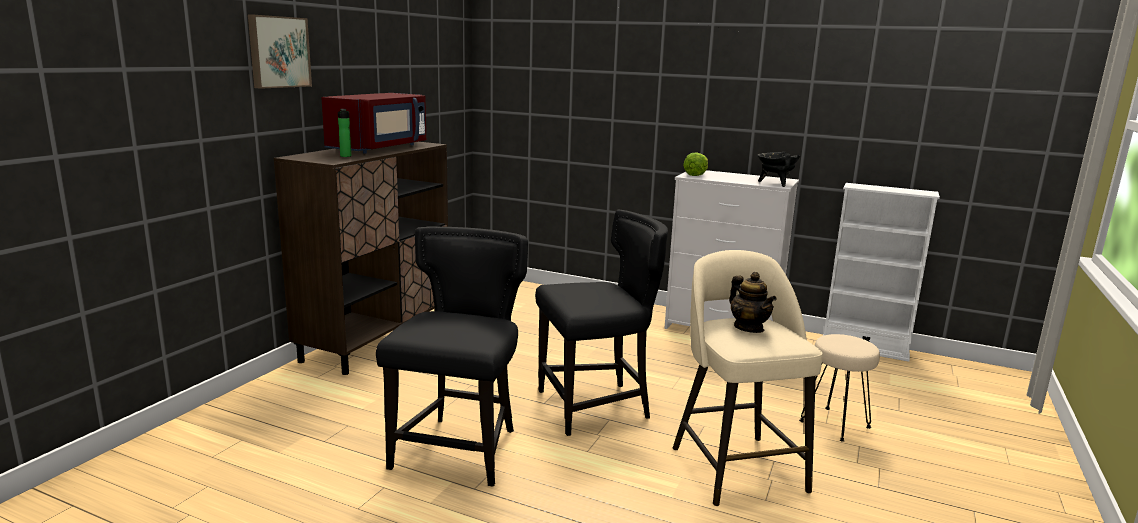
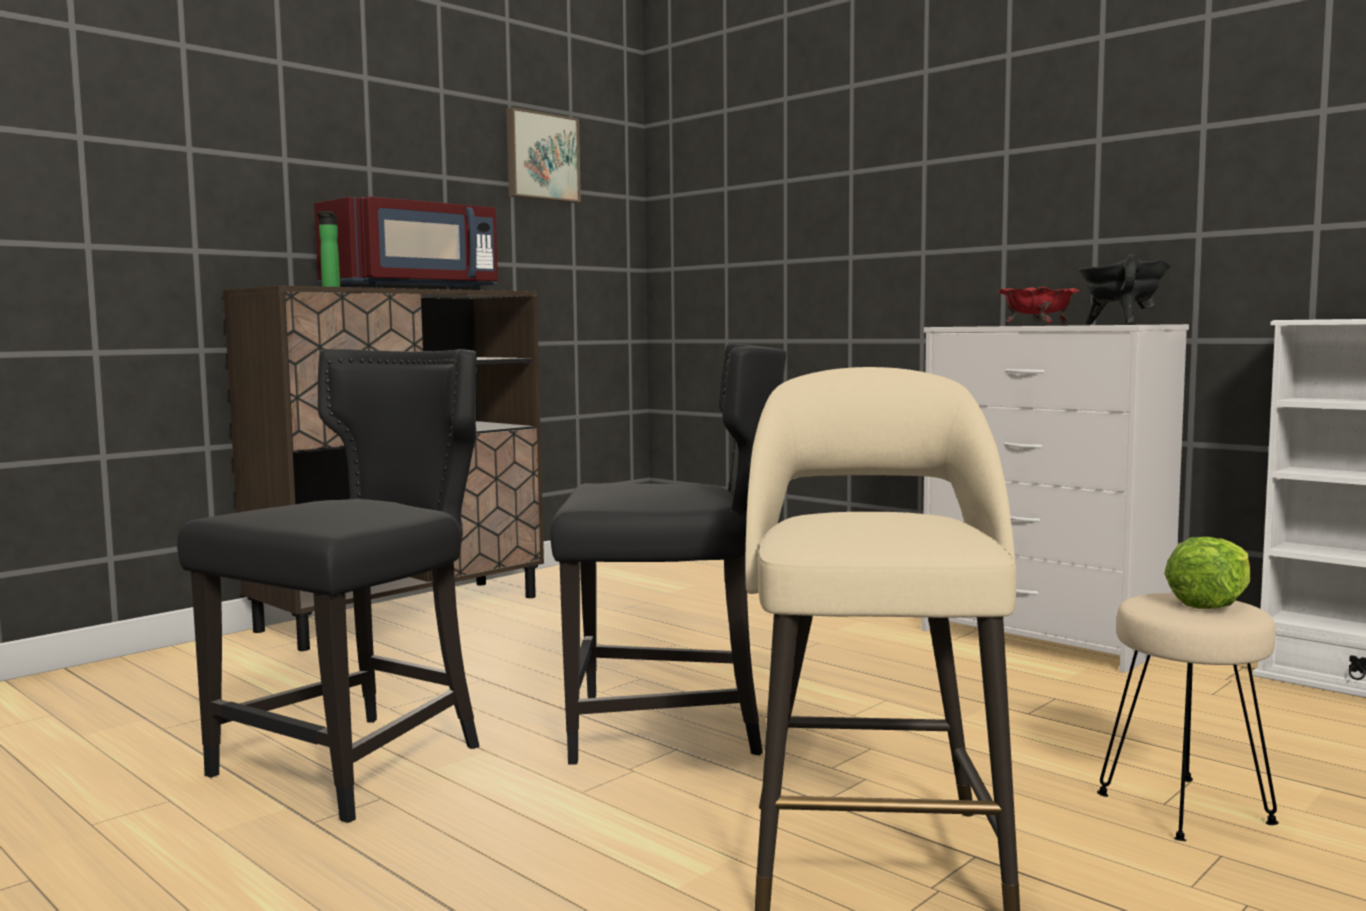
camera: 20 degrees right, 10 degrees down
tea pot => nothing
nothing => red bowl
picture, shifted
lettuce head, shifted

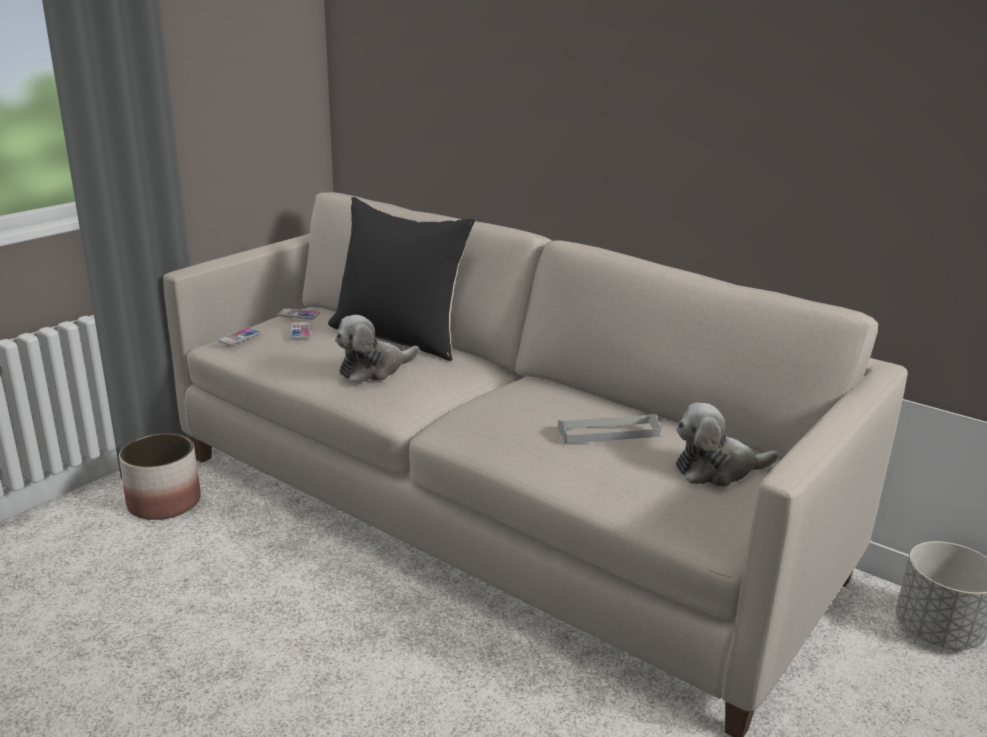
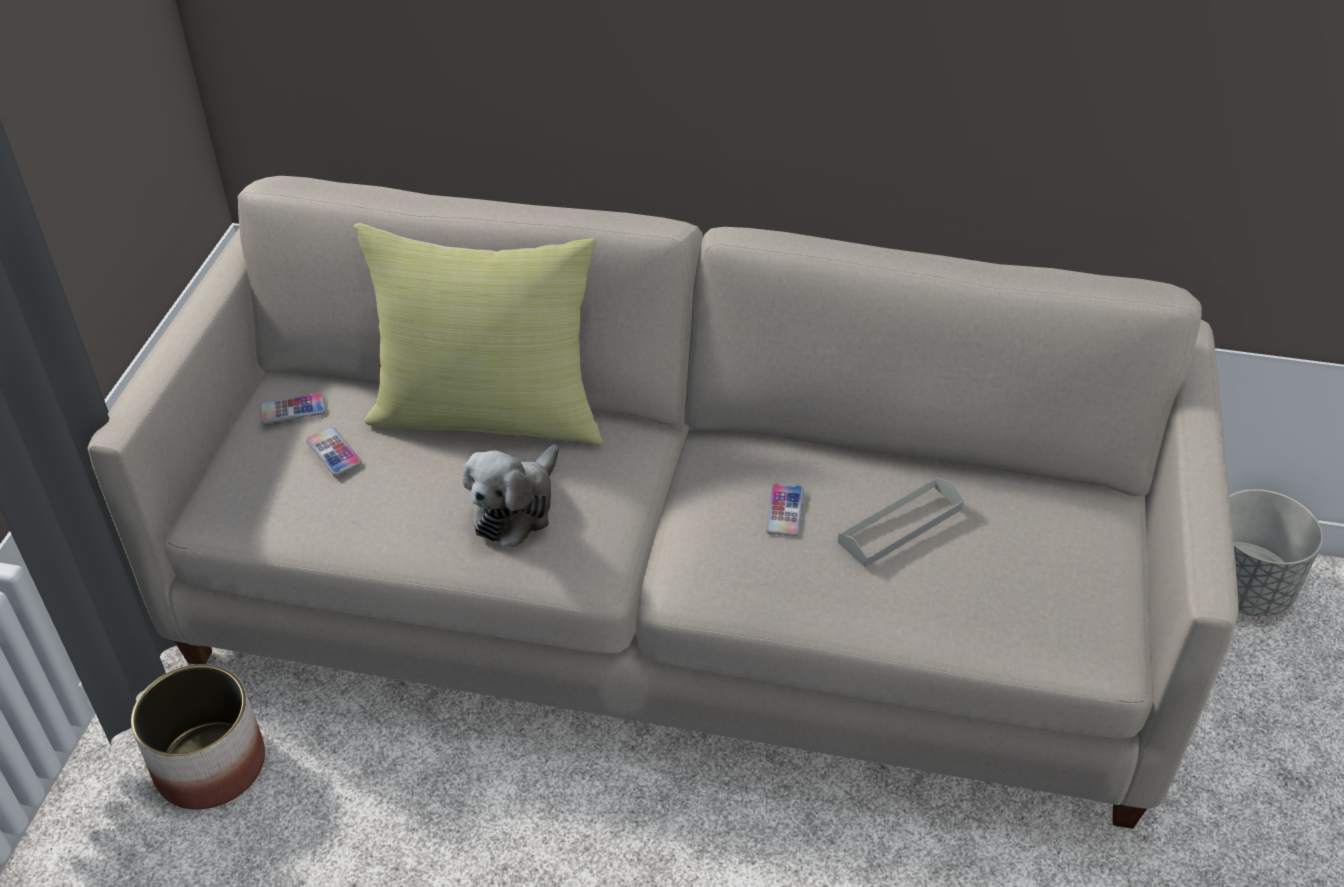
camera: 25 degrees left, 20 degrees up
cuddly toy (no. 2 from left) => nothing
telephone (no. 1 from left in the first image) => telephone (no. 3 from left), shifted
blackish cushion => yellow cushion

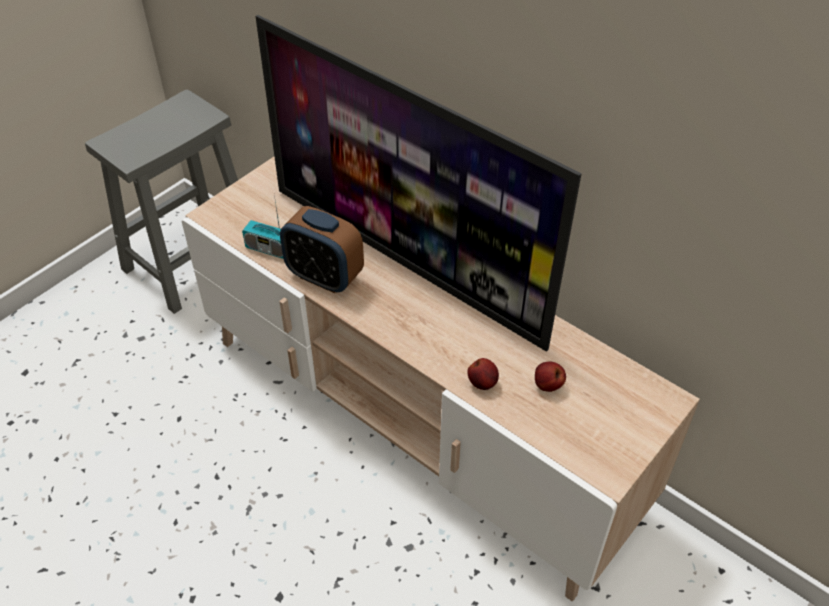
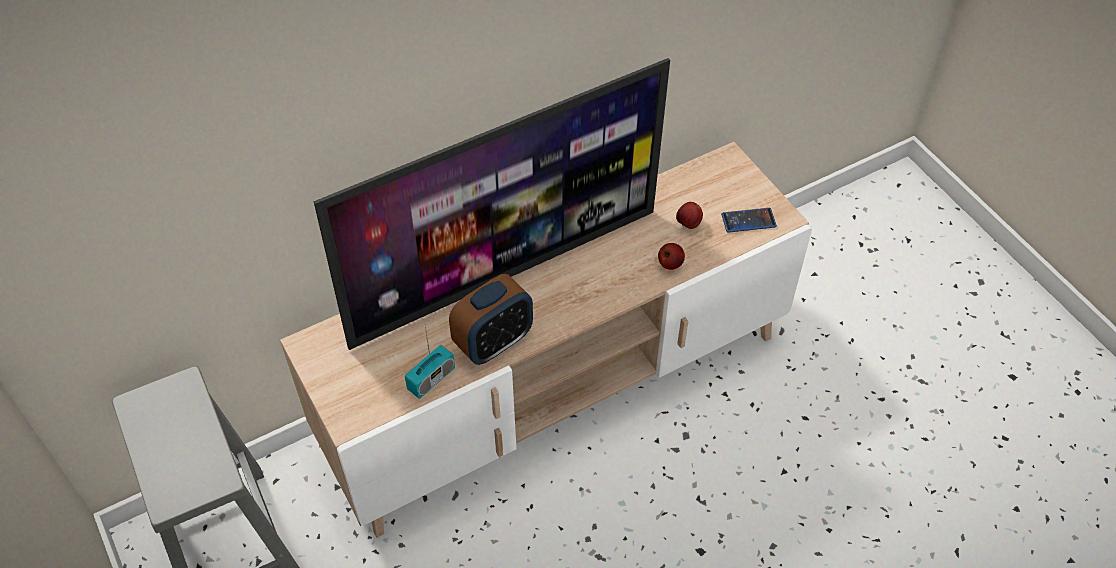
camera: 70 degrees left, 5 degrees up
nothing => telephone

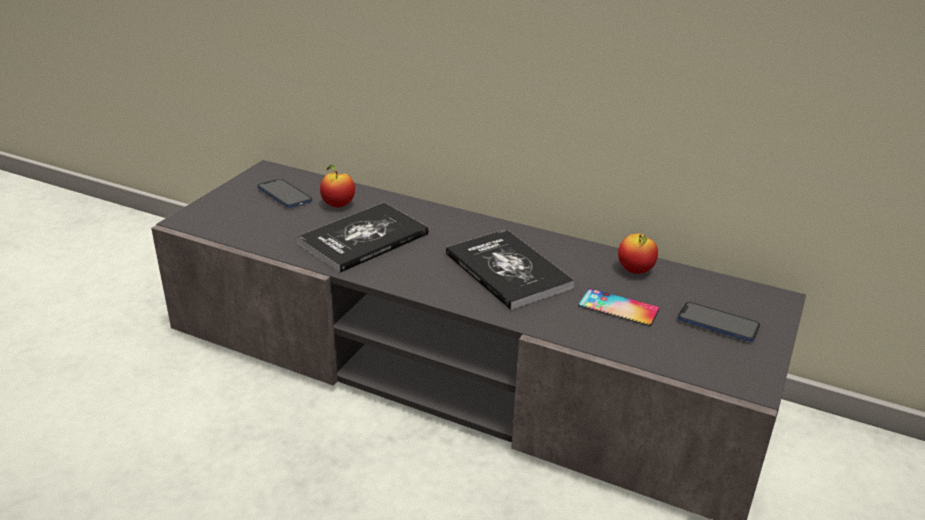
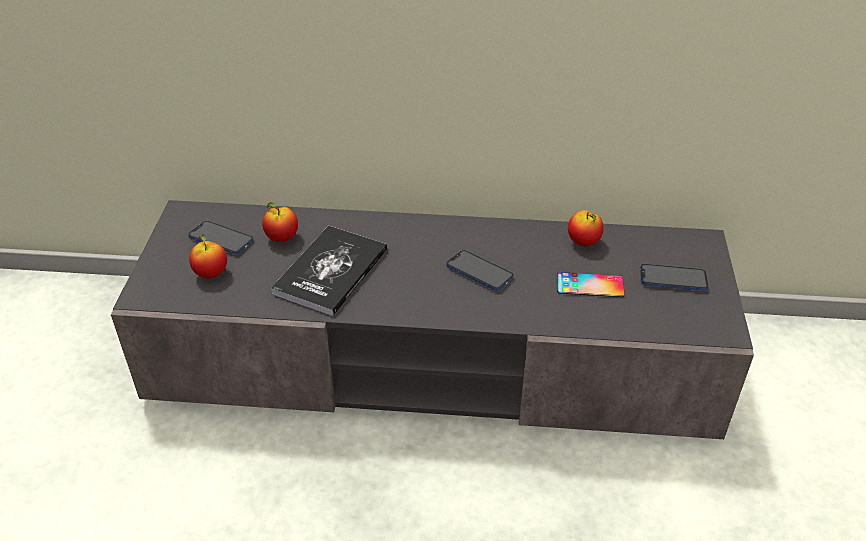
camera: 20 degrees left, 10 degrees up
nothing => apple fruit (no. 1 from left)
bound book (no. 2 from left) => telephone (no. 2 from left)

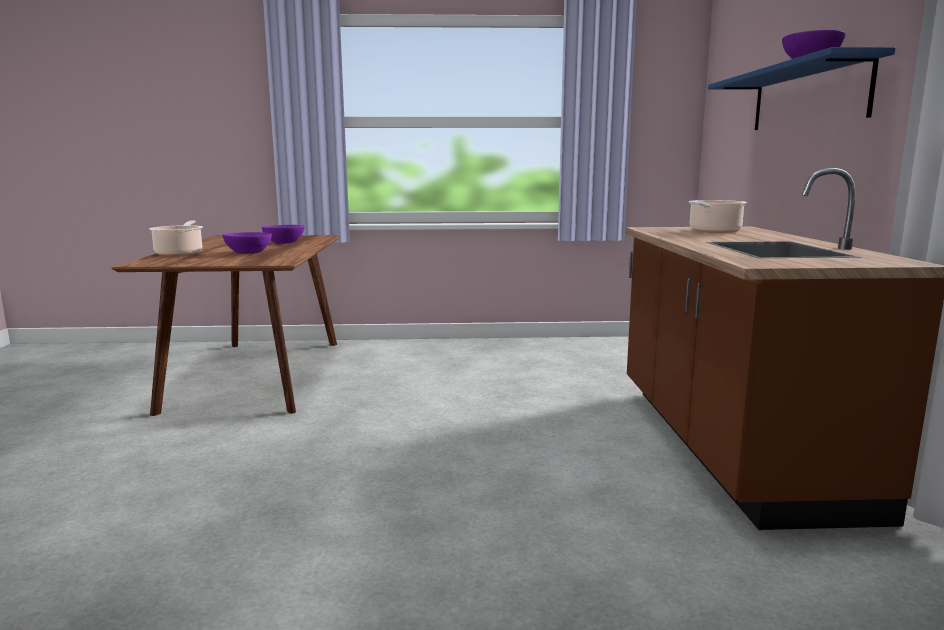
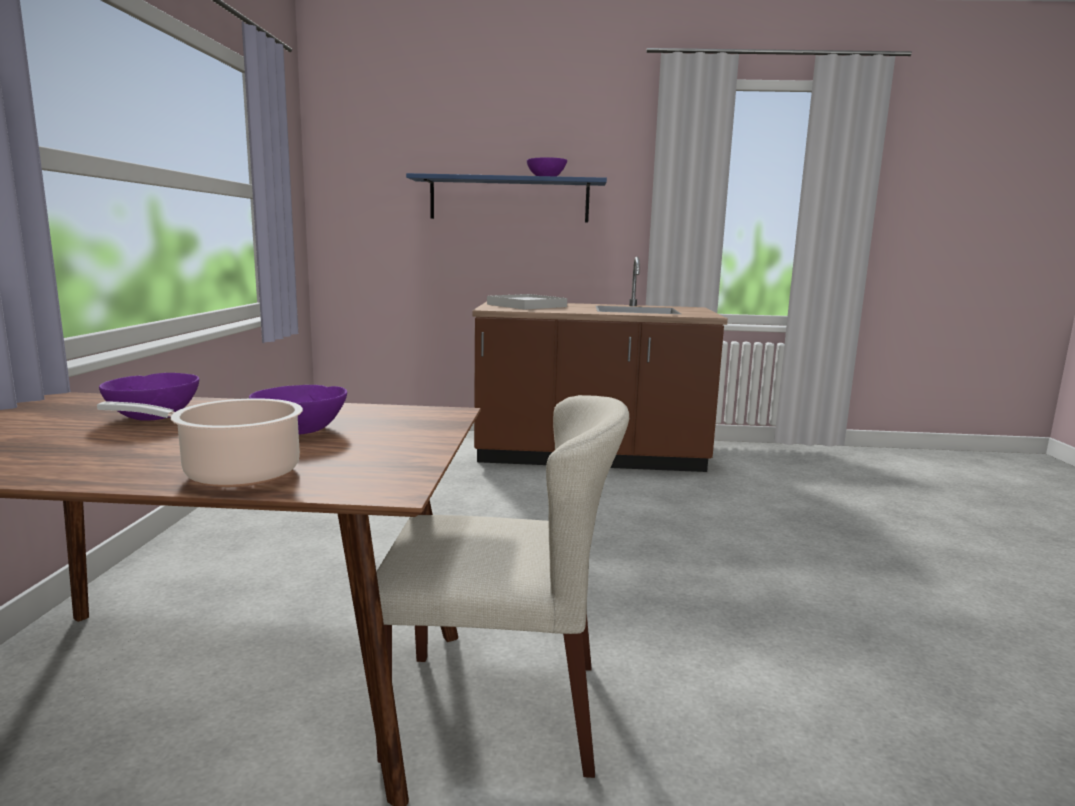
camera: 85 degrees left, 0 degrees up
nothing => sand-coloured chair
cooking pot (no. 2 from left) => white-coloured tray

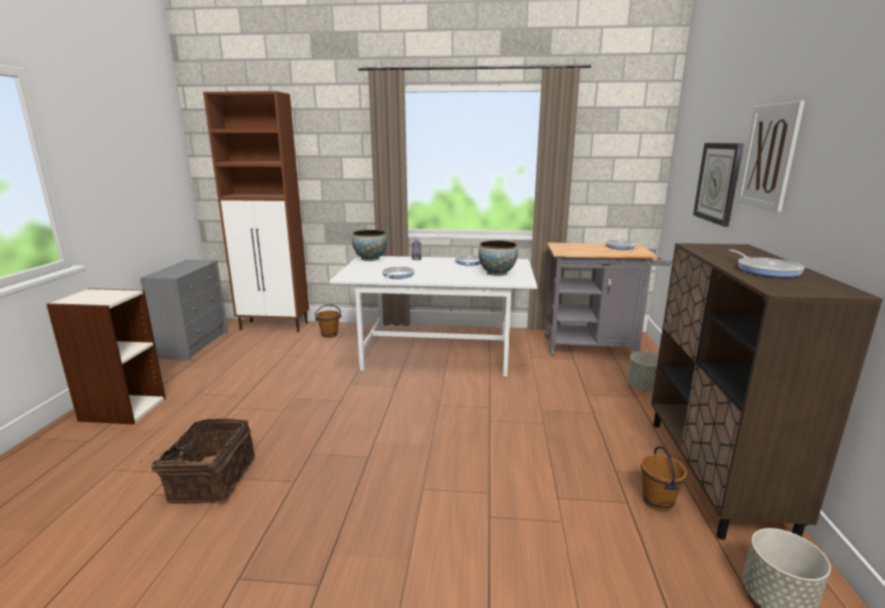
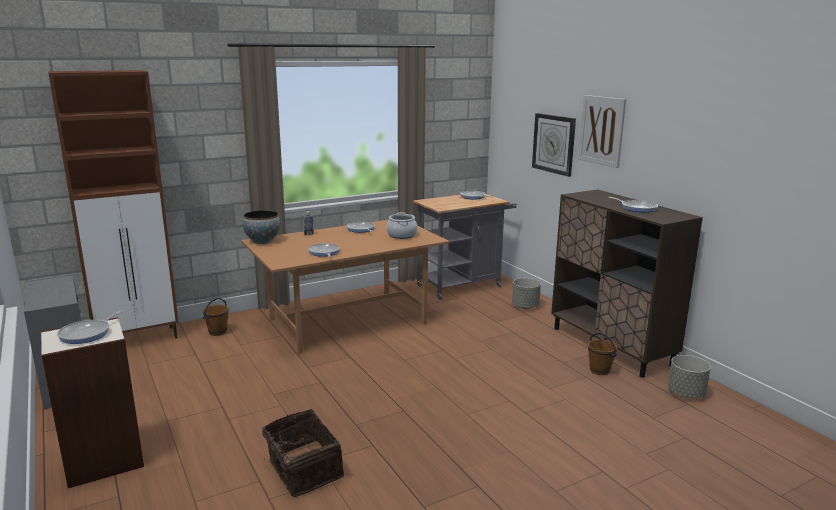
camera: 35 degrees left, 0 degrees up
nothing => pan (no. 1 from left)
bowl (no. 2 from left) => cooking pot
white-coloured dining table => brown-coloured dining table

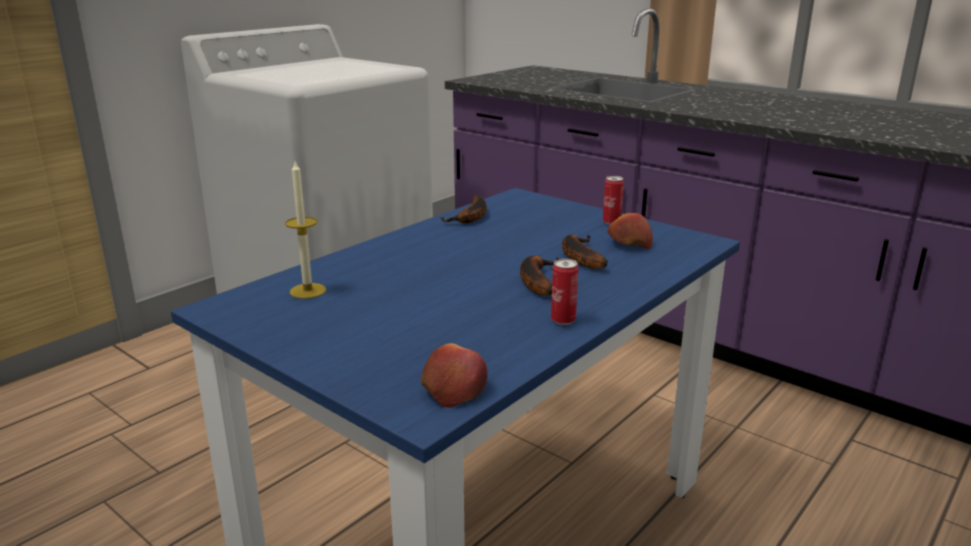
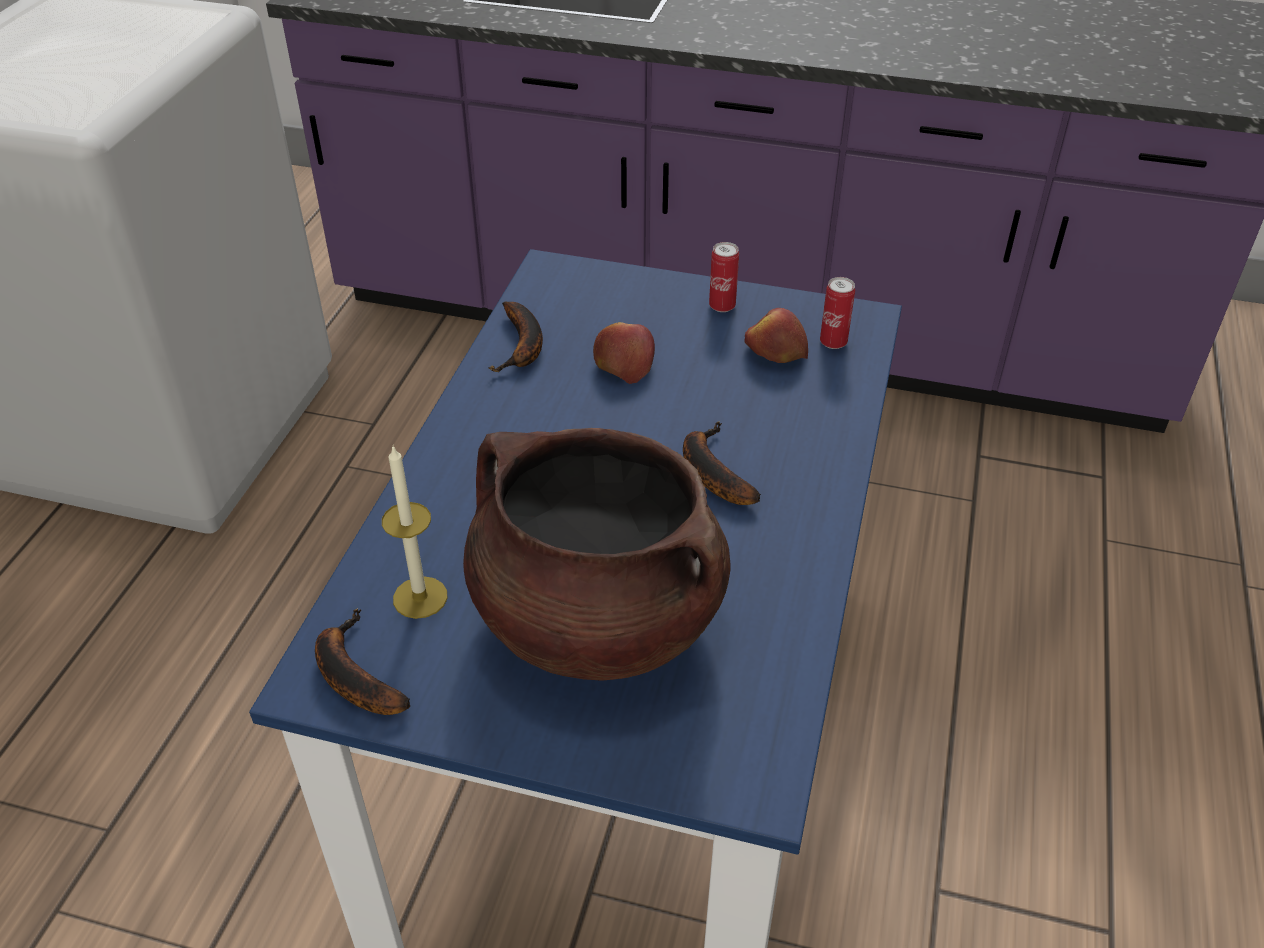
camera: 25 degrees left, 20 degrees up
nothing => brown-coloured cooking pot
apple fruit (no. 1 from left), shifted
sealed can (no. 1 from left in the first image) => sealed can (no. 2 from left), shifted
banana fruit (no. 3 from left in the first image) => banana fruit (no. 1 from left), shifted

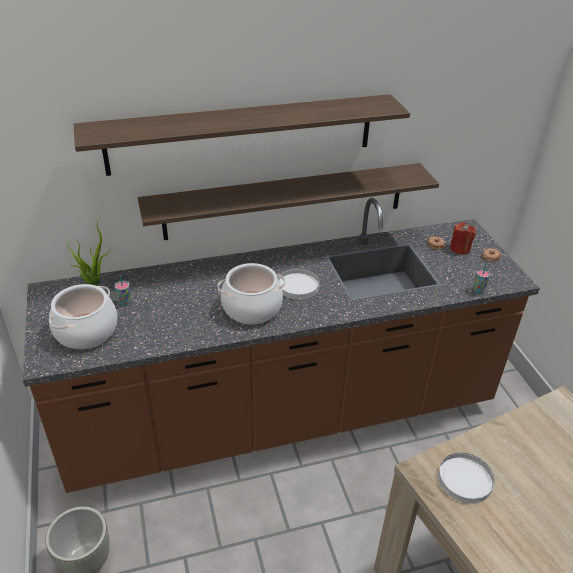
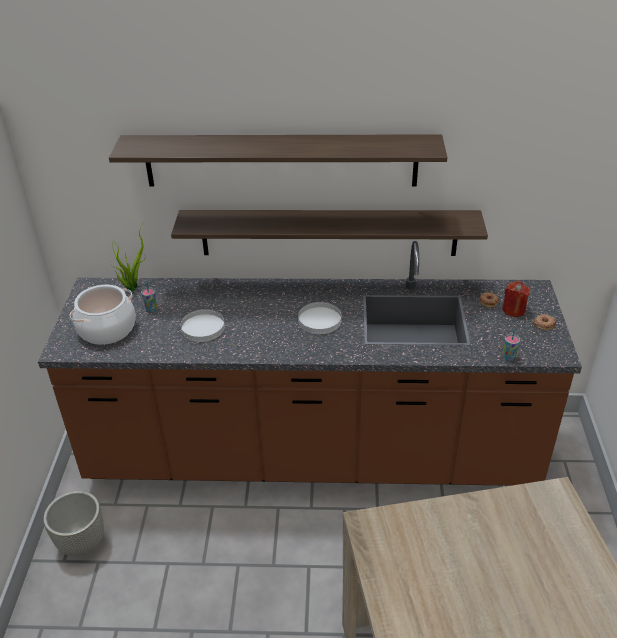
camera: 20 degrees right, 0 degrees up
cooking pot (no. 2 from left) => nothing
white-coloured plate (no. 2 from left in the first image) => white-coloured plate (no. 1 from left), shifted

